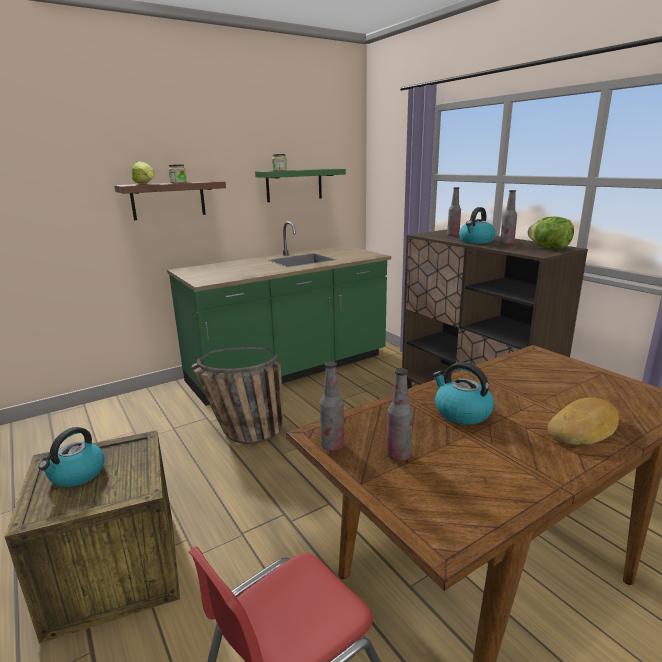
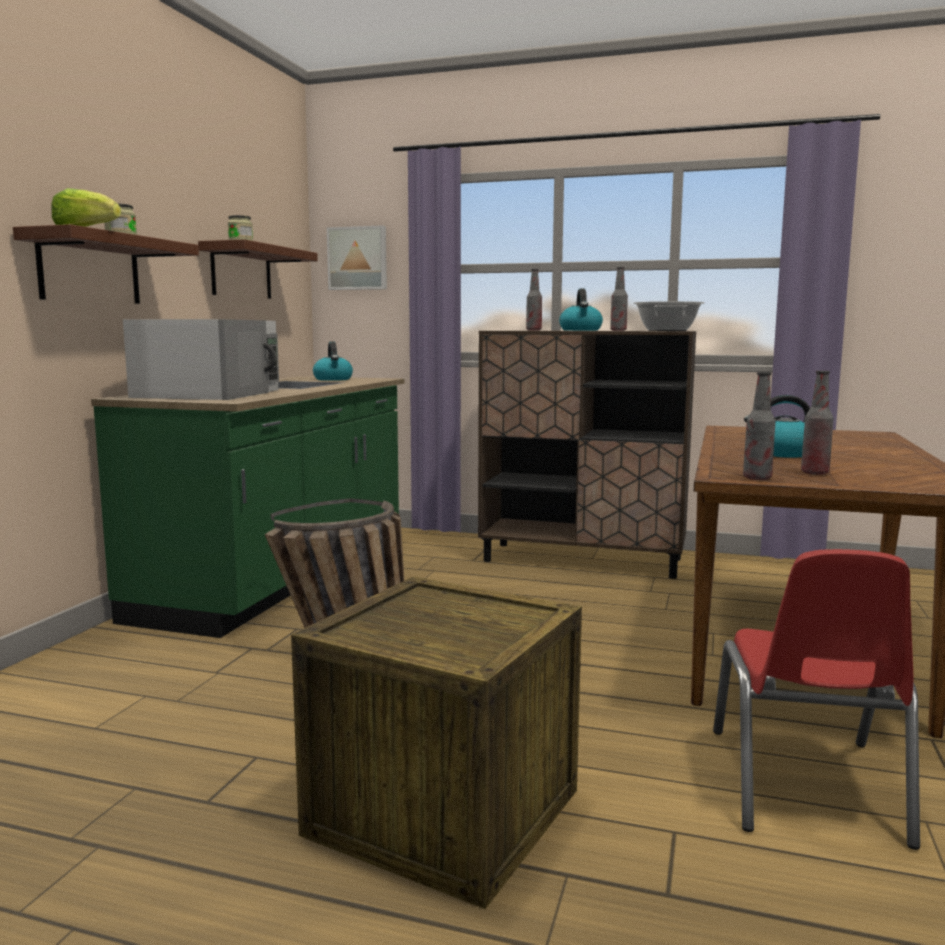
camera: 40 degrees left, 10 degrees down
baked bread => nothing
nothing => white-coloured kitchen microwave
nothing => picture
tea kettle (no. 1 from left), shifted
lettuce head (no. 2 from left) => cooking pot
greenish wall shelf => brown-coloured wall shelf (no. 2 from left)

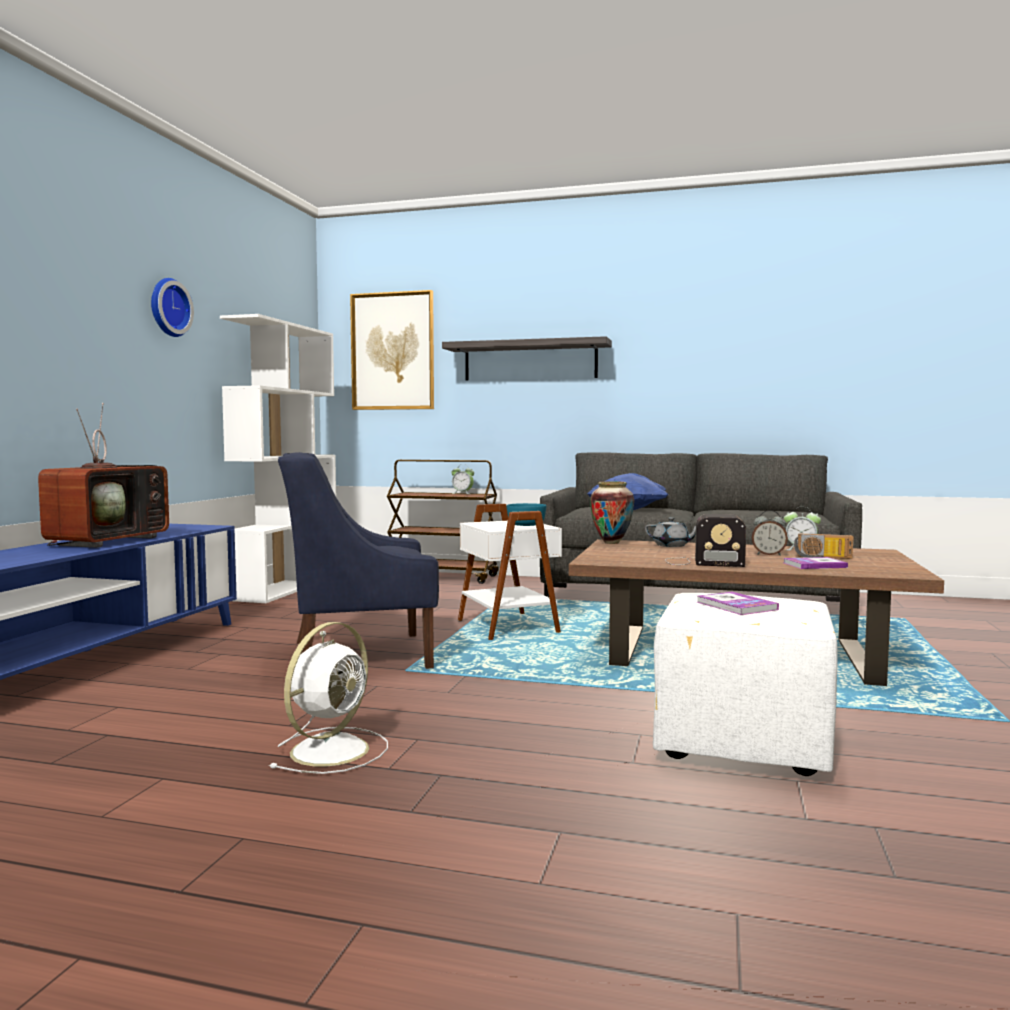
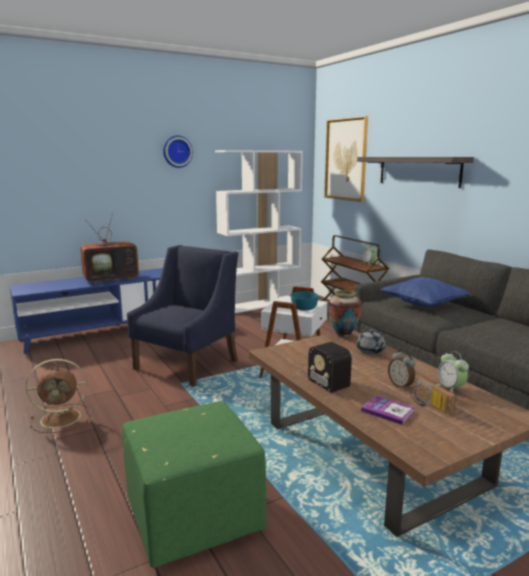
camera: 45 degrees right, 10 degrees up
bound book (no. 1 from left) => nothing
white-coloured cooling fan => brown-coloured cooling fan
white-coloured pouffe => greenish pouffe
blue armchair, 90 degrees clockwise

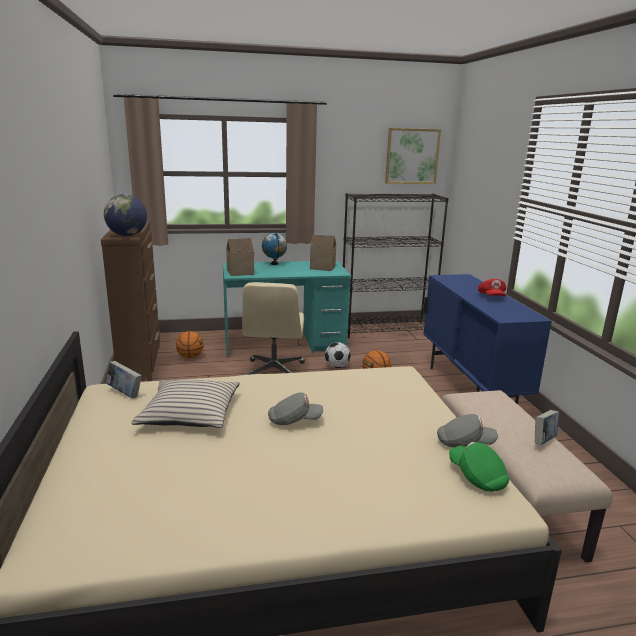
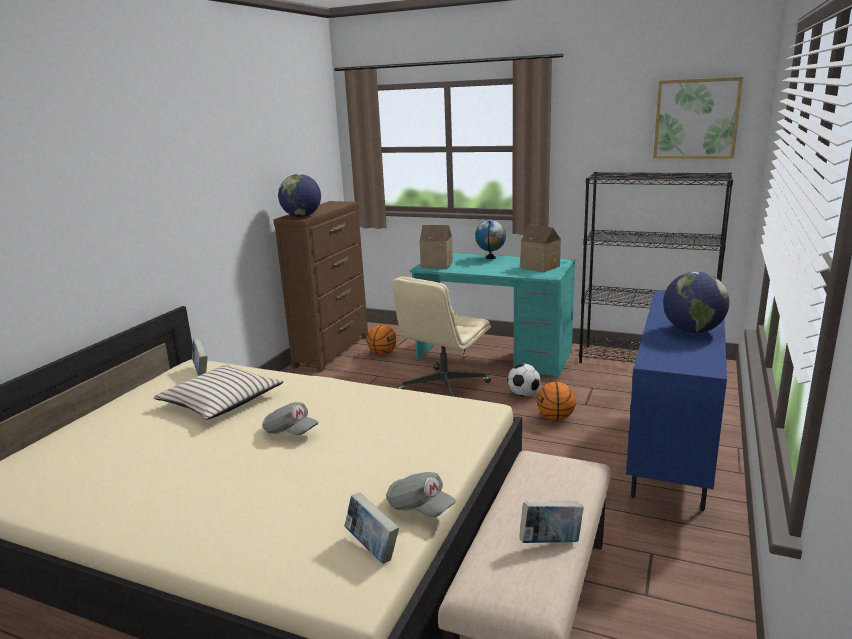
camera: 35 degrees right, 0 degrees up
greenish peaked cap => bound book (no. 2 from left)
red peaked cap => globe (no. 3 from left)

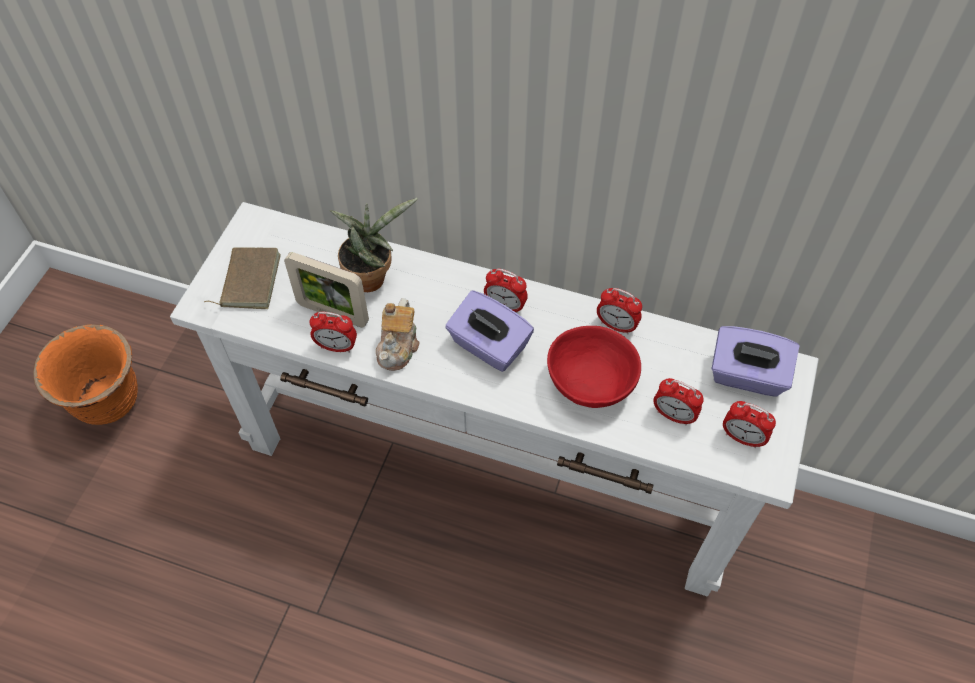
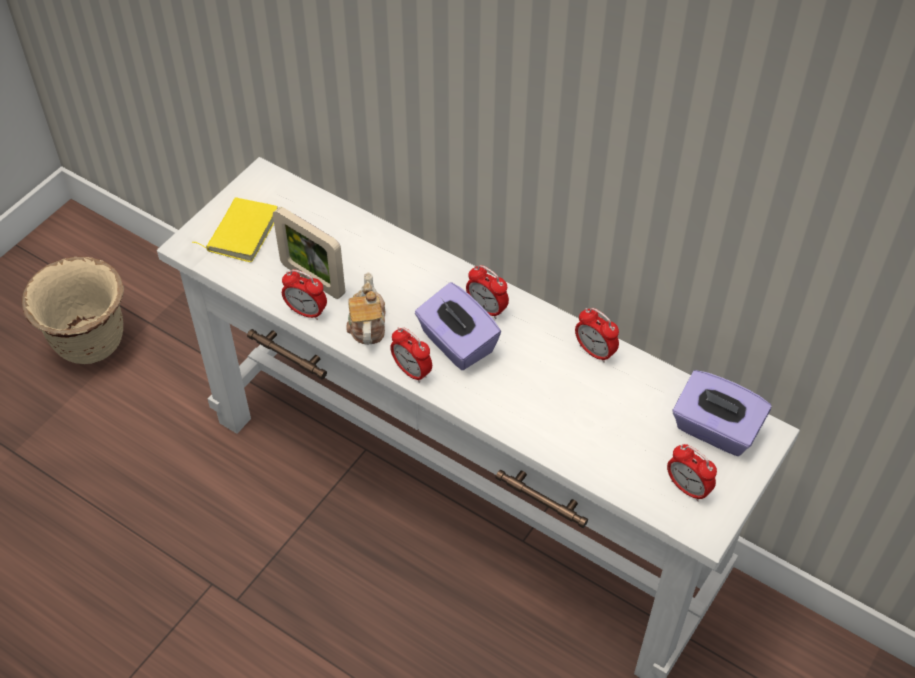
camera: 15 degrees right, 5 degrees down
plant in a pot => nothing
red bowl => nothing
table clock (no. 4 from left in the first image) => table clock (no. 2 from left), shifted
orange-coloured planter => sand-coloured planter
brown-coloured bound book => yellow bound book
tea pot, 150 degrees clockwise

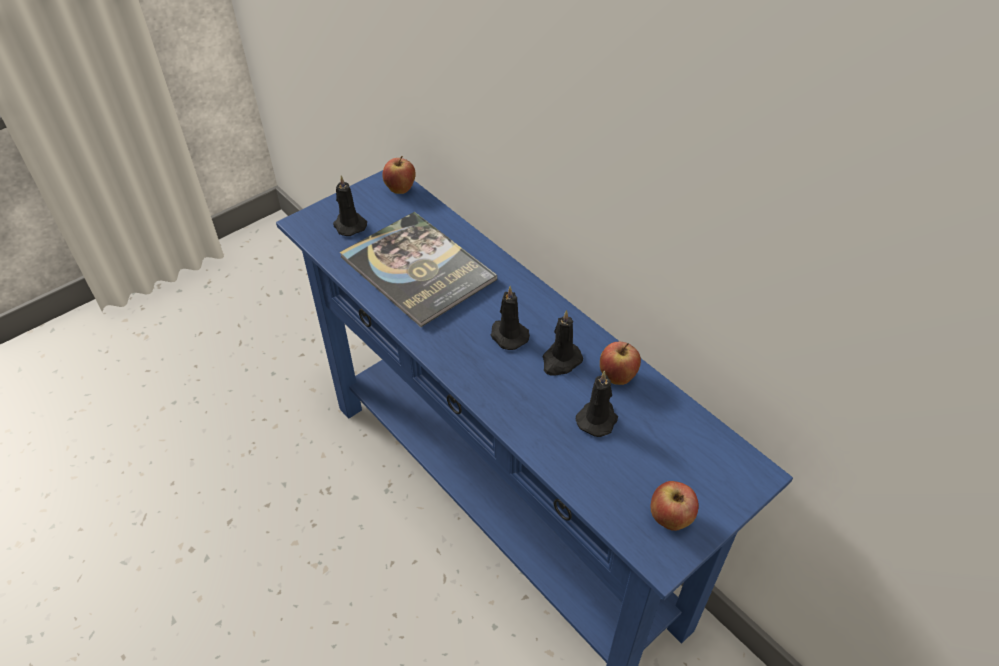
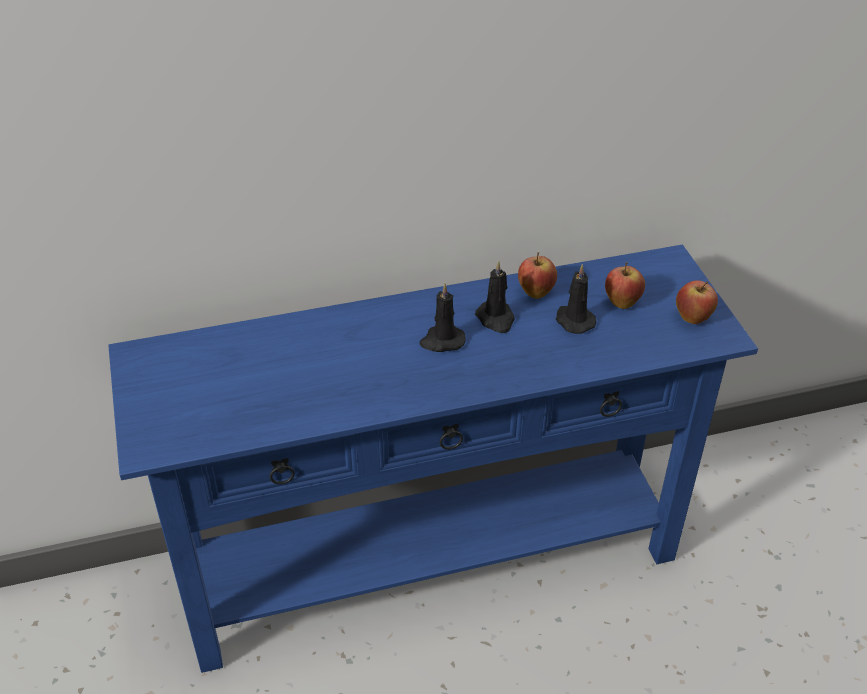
camera: 65 degrees left, 5 degrees down
blackish wax candle (no. 1 from left) => nothing
bound book => nothing
apple fruit (no. 1 from left in the first image) => apple fruit (no. 2 from left), shifted

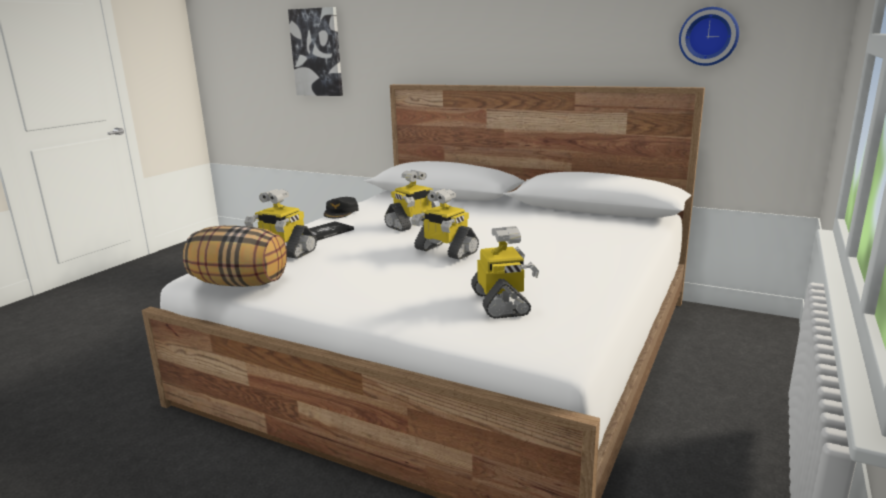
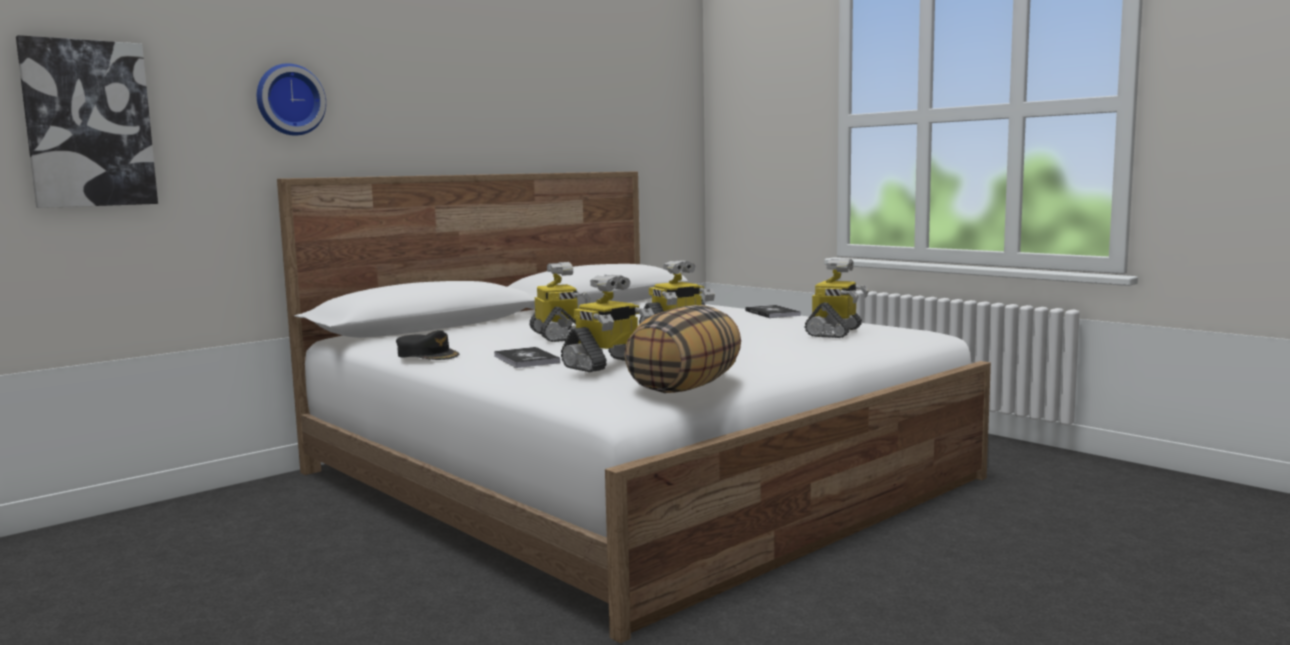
camera: 70 degrees left, 10 degrees down
nothing => bound book (no. 2 from left)
clock on the wall, shifted
model robot (no. 4 from left), 105 degrees clockwise

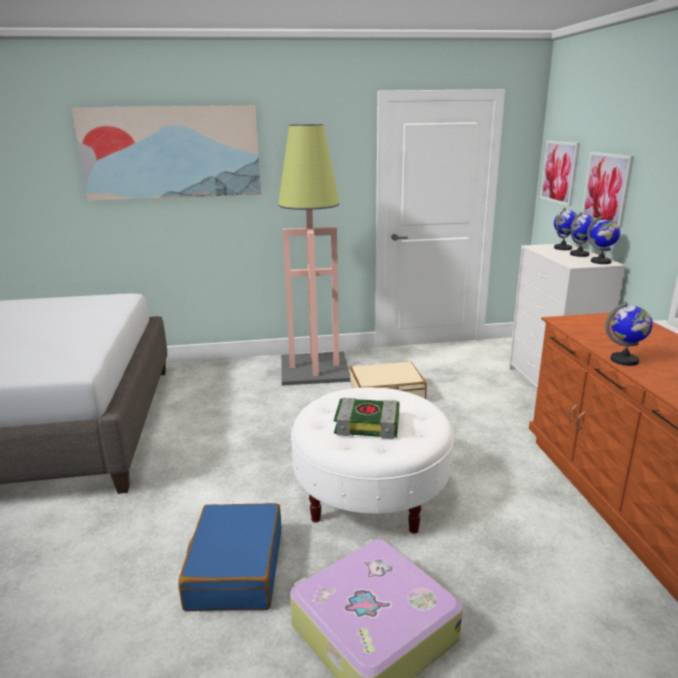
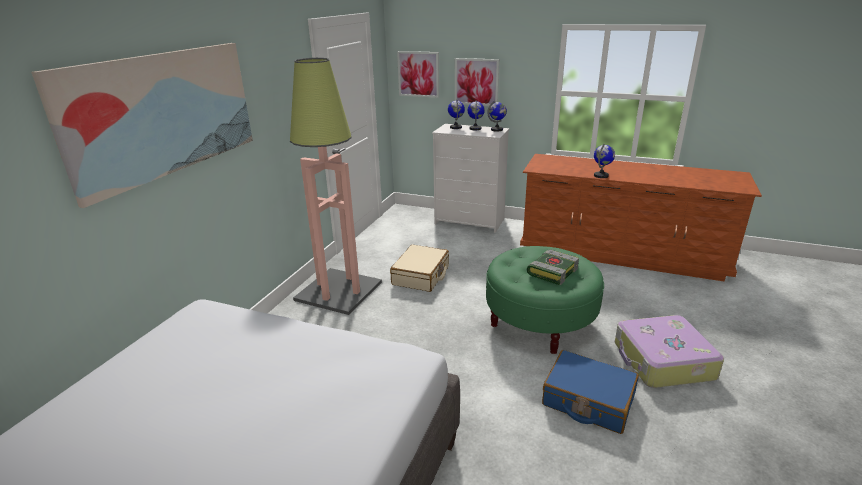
camera: 60 degrees left, 5 degrees up
white-coloured pouffe => greenish pouffe

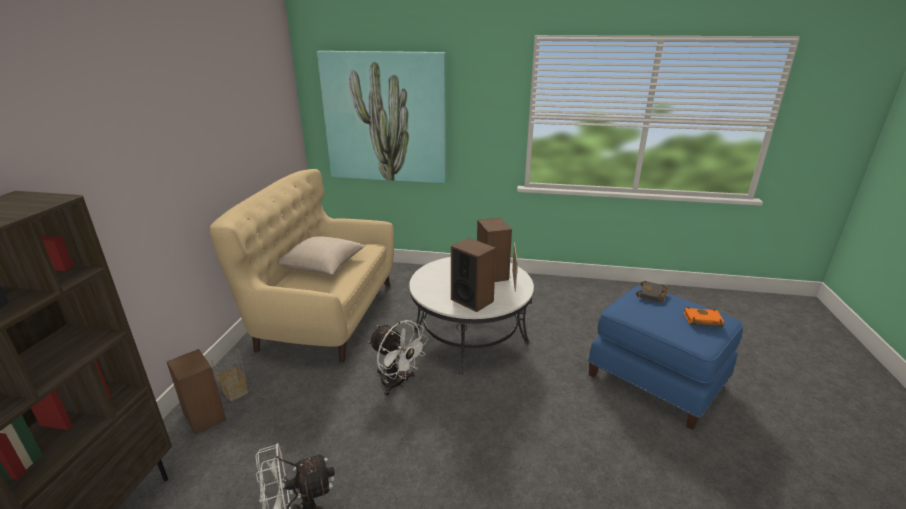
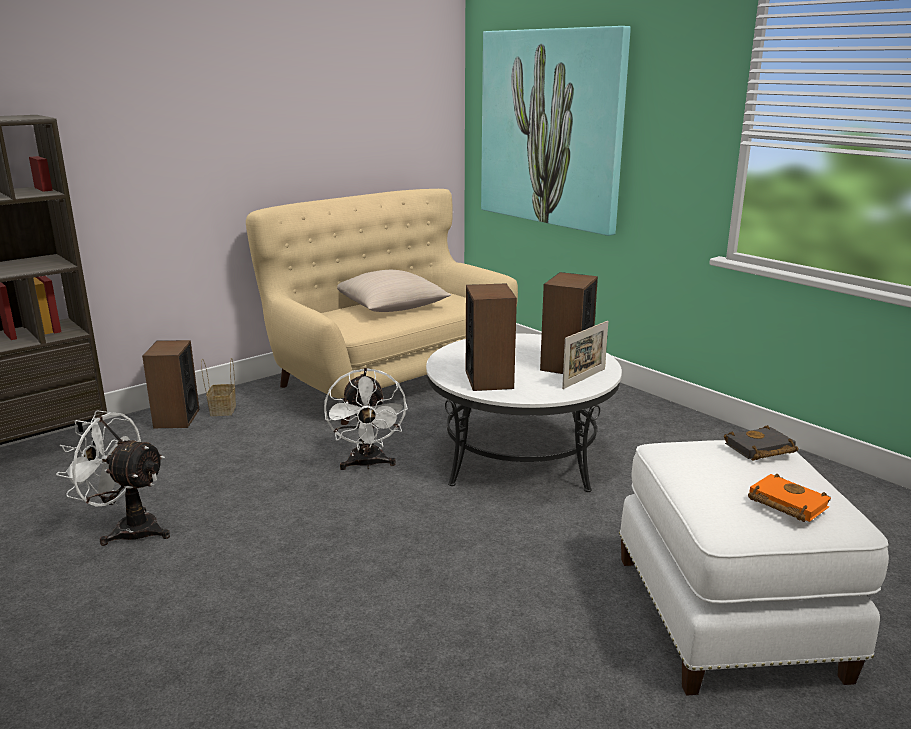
camera: 40 degrees right, 5 degrees down
blue pouffe => white-coloured pouffe

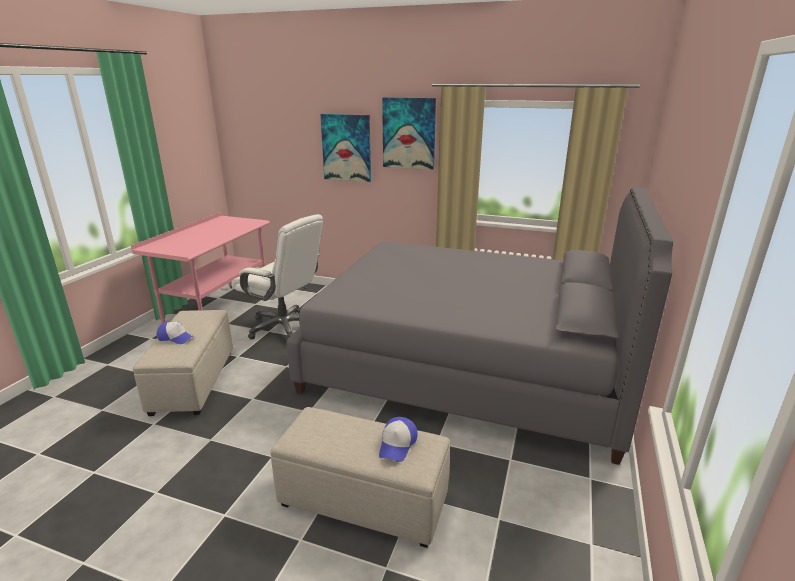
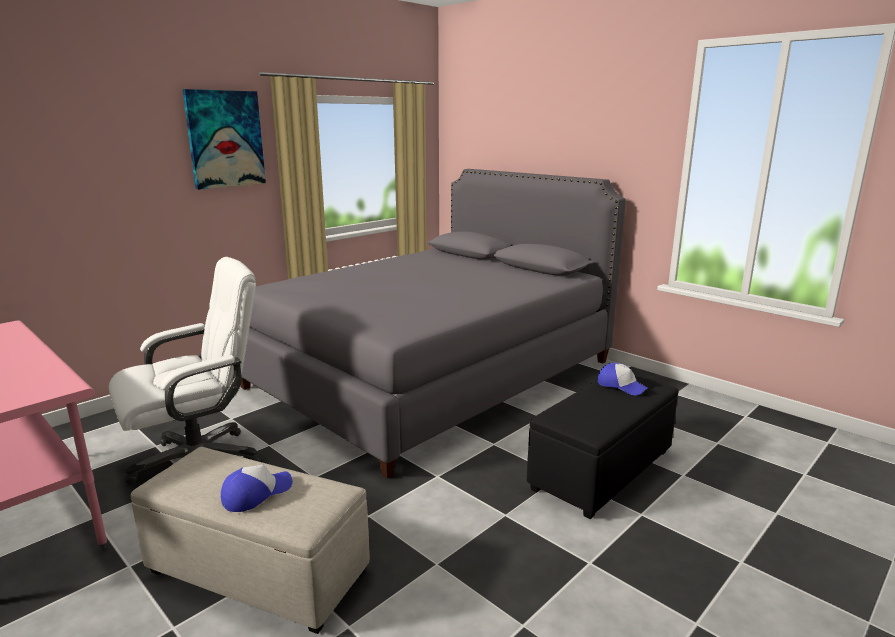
camera: 65 degrees left, 5 degrees down
picture (no. 1 from left) => nothing
sand-coloured pouffe (no. 2 from left) => blackish pouffe

